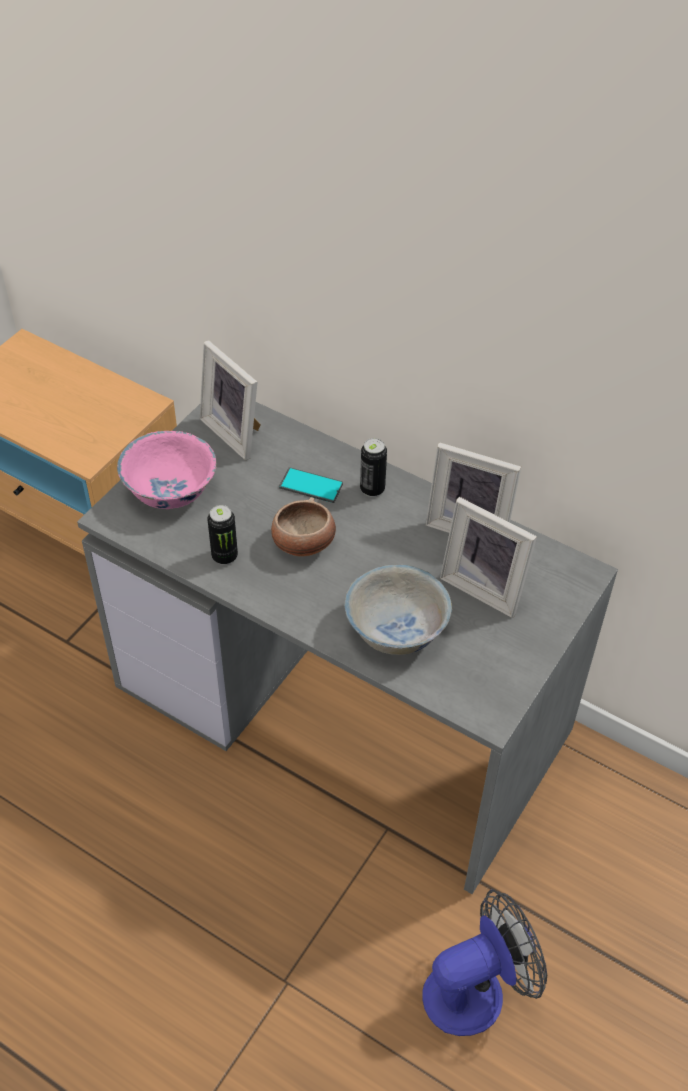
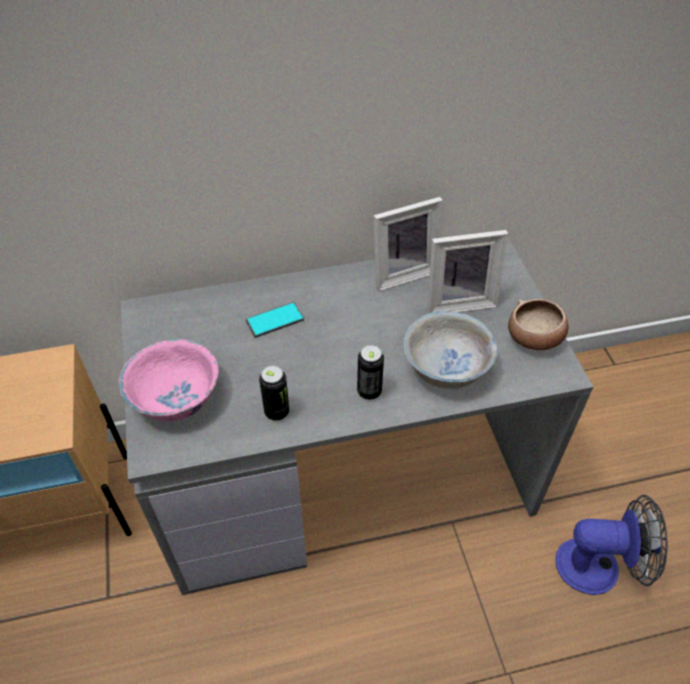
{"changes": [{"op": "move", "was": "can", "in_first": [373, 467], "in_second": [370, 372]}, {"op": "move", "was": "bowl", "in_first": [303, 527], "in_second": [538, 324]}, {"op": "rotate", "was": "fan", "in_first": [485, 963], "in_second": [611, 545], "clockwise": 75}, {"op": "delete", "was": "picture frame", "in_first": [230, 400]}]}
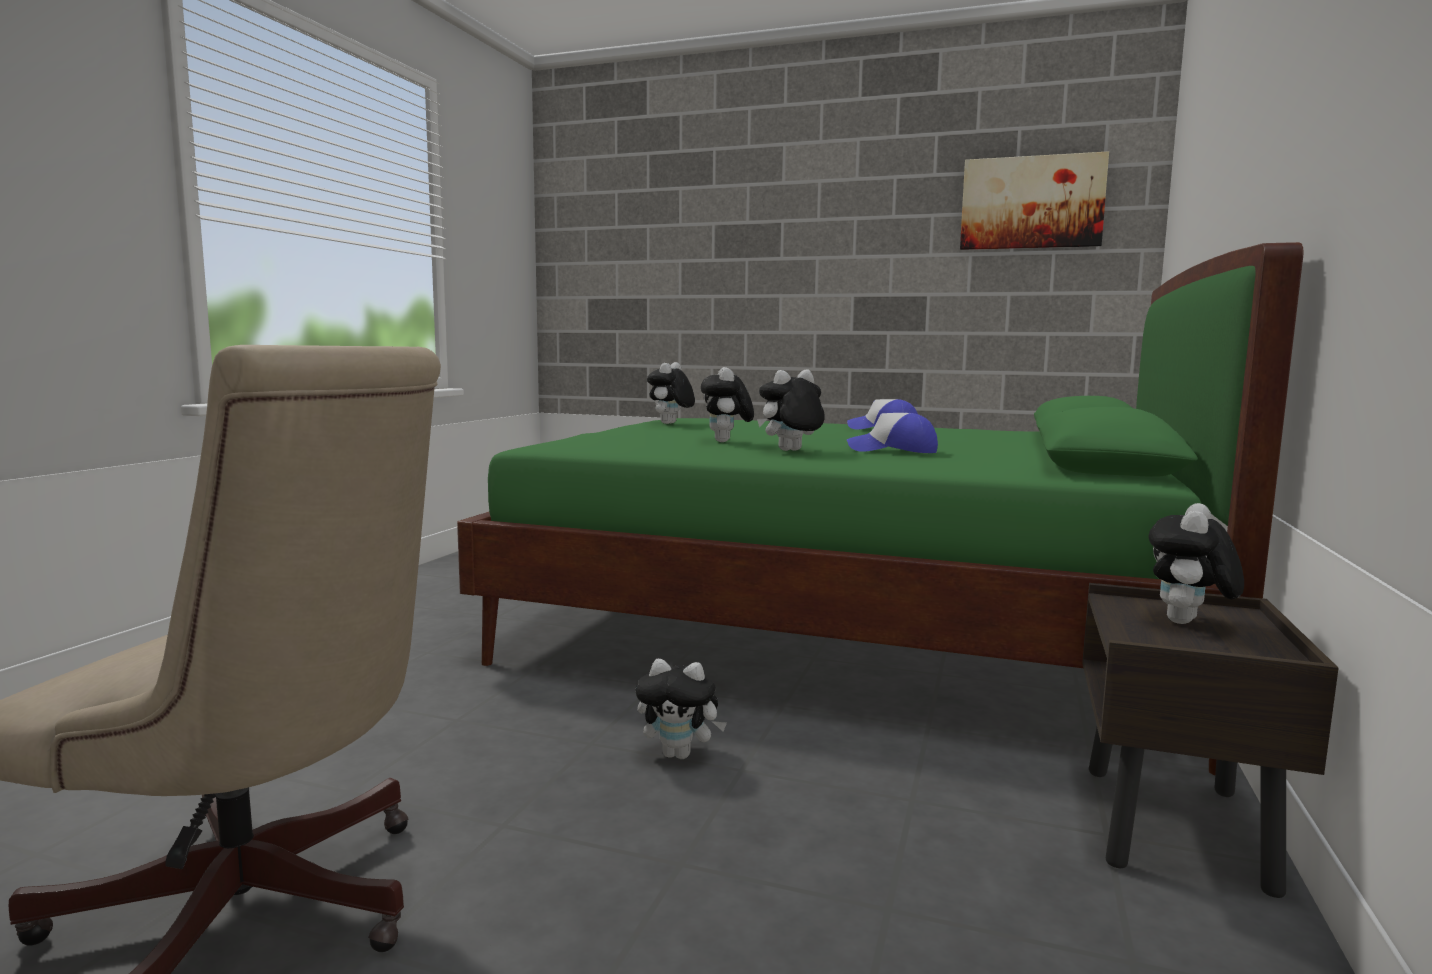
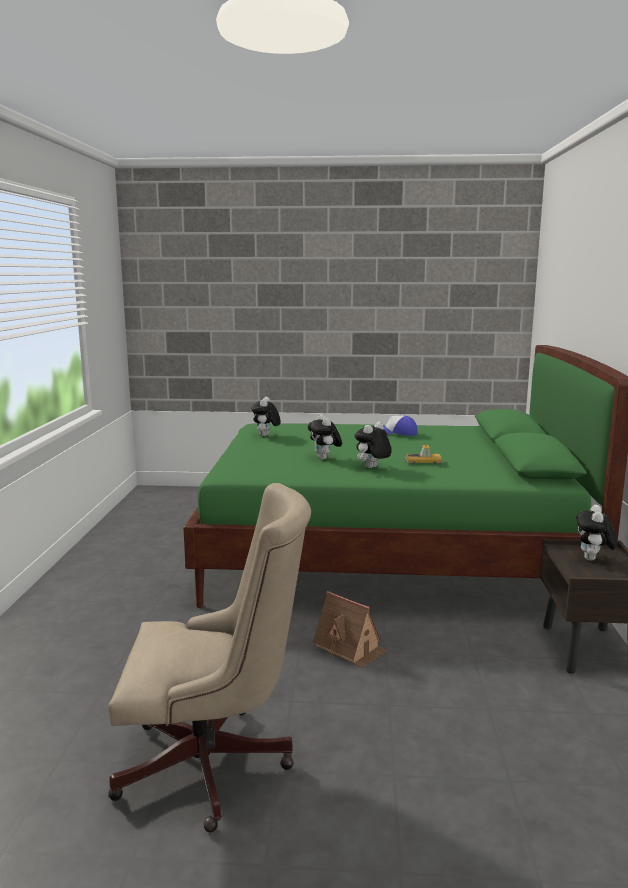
{"changes": [{"op": "replace", "was": "plush toy", "now": "toy house", "in_first": [681, 709], "in_second": [350, 629]}, {"op": "replace", "was": "cap", "now": "toy car", "in_first": [892, 433], "in_second": [424, 454]}, {"op": "delete", "was": "picture", "in_first": [1034, 200]}]}
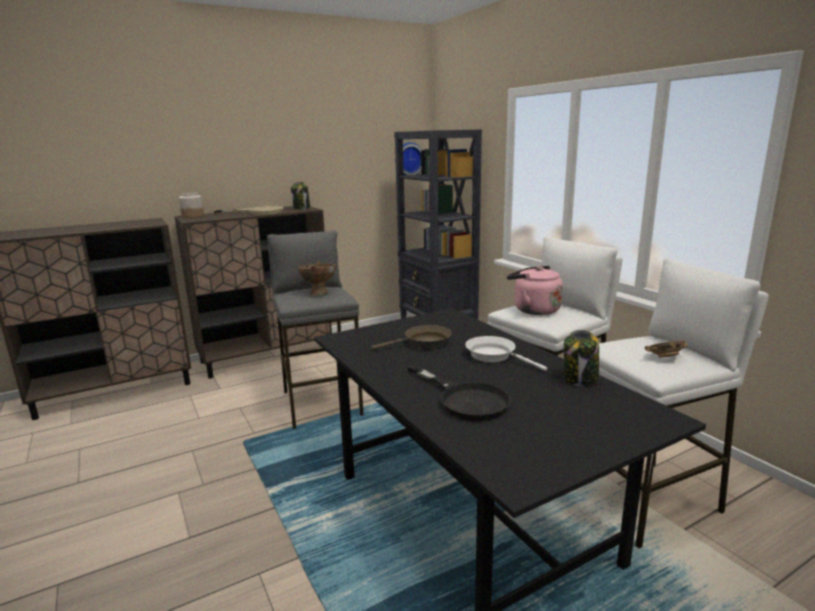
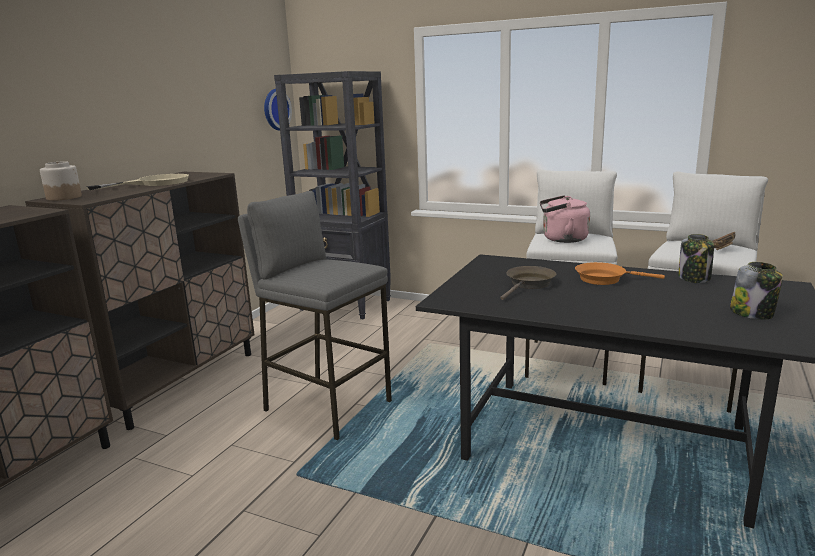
{"changes": [{"op": "recolor", "was": "white frying pan", "now": "orange frying pan", "in_first": [506, 353], "in_second": [620, 273]}, {"op": "move", "was": "jar", "in_first": [300, 195], "in_second": [756, 291]}, {"op": "delete", "was": "brown bowl", "in_first": [317, 278]}, {"op": "delete", "was": "black frying pan", "in_first": [459, 393]}]}
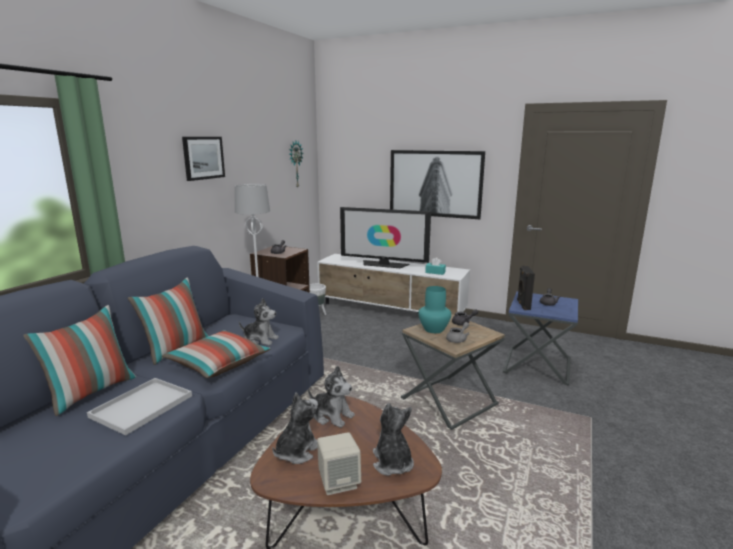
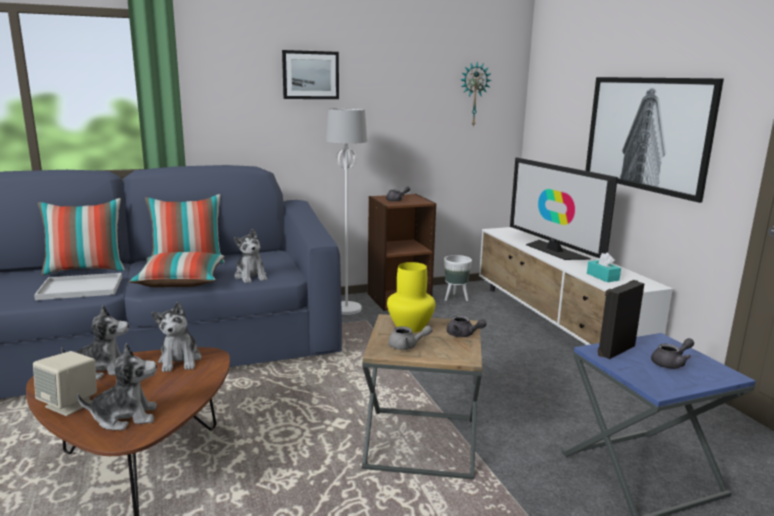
{"changes": [{"op": "rotate", "was": "plush toy", "in_first": [393, 439], "in_second": [117, 387], "clockwise": 45}, {"op": "recolor", "was": "turquoise vase", "now": "yellow vase", "in_first": [434, 309], "in_second": [411, 297]}]}
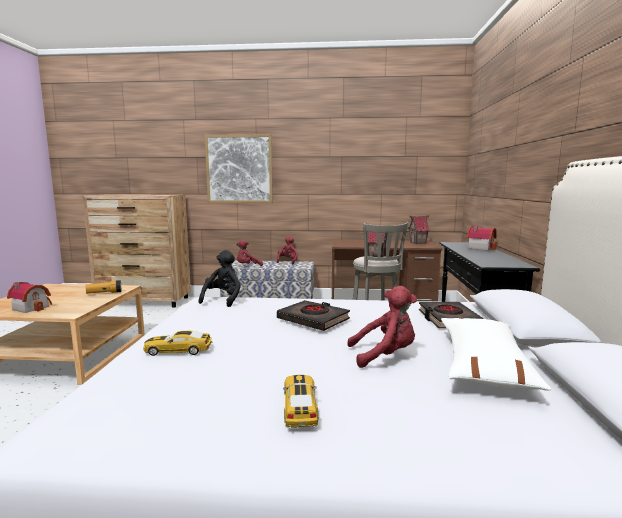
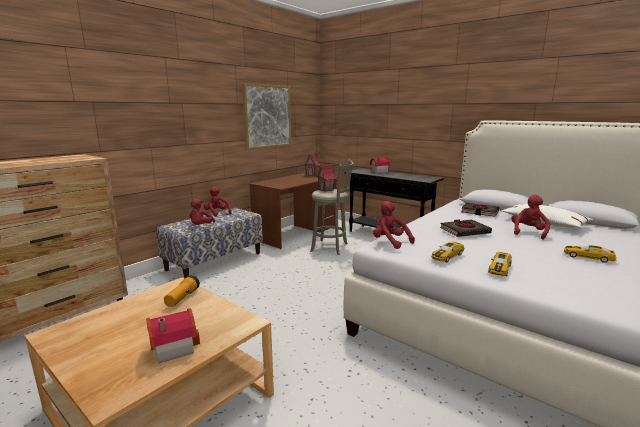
{"changes": [{"op": "move", "was": "picture", "in_first": [239, 168], "in_second": [266, 116]}, {"op": "recolor", "was": "black plush toy", "now": "red plush toy", "in_first": [220, 278], "in_second": [394, 225]}, {"op": "insert", "now": "toy car", "in_second": [447, 251]}]}
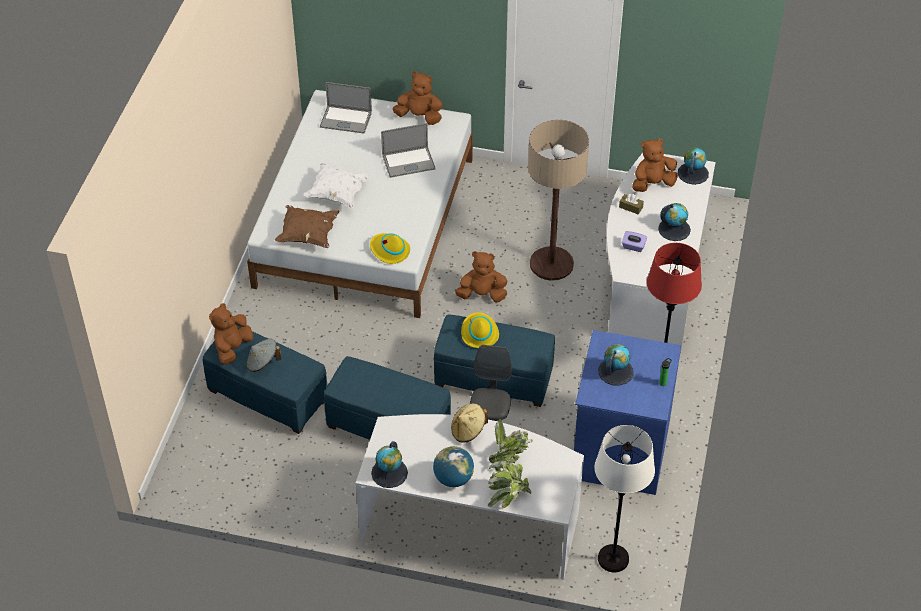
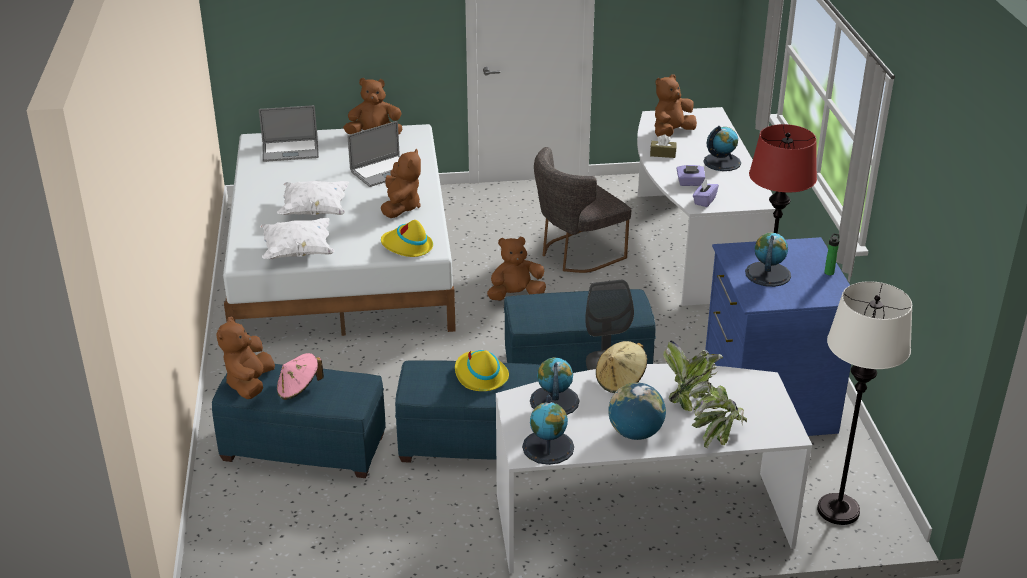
{"changes": [{"op": "recolor", "was": "brown pillow", "now": "white pillow", "in_first": [307, 226], "in_second": [297, 238]}, {"op": "recolor", "was": "grey hat", "now": "pink hat", "in_first": [264, 355], "in_second": [300, 376]}, {"op": "insert", "now": "brown plush toy", "in_second": [401, 183]}, {"op": "move", "was": "yellow hat", "in_first": [480, 330], "in_second": [482, 370]}, {"op": "move", "was": "globe", "in_first": [693, 166], "in_second": [555, 386]}, {"op": "replace", "was": "floor lamp", "now": "grey chair", "in_first": [558, 200], "in_second": [582, 210]}, {"op": "insert", "now": "purple tissue box", "in_second": [706, 193]}]}
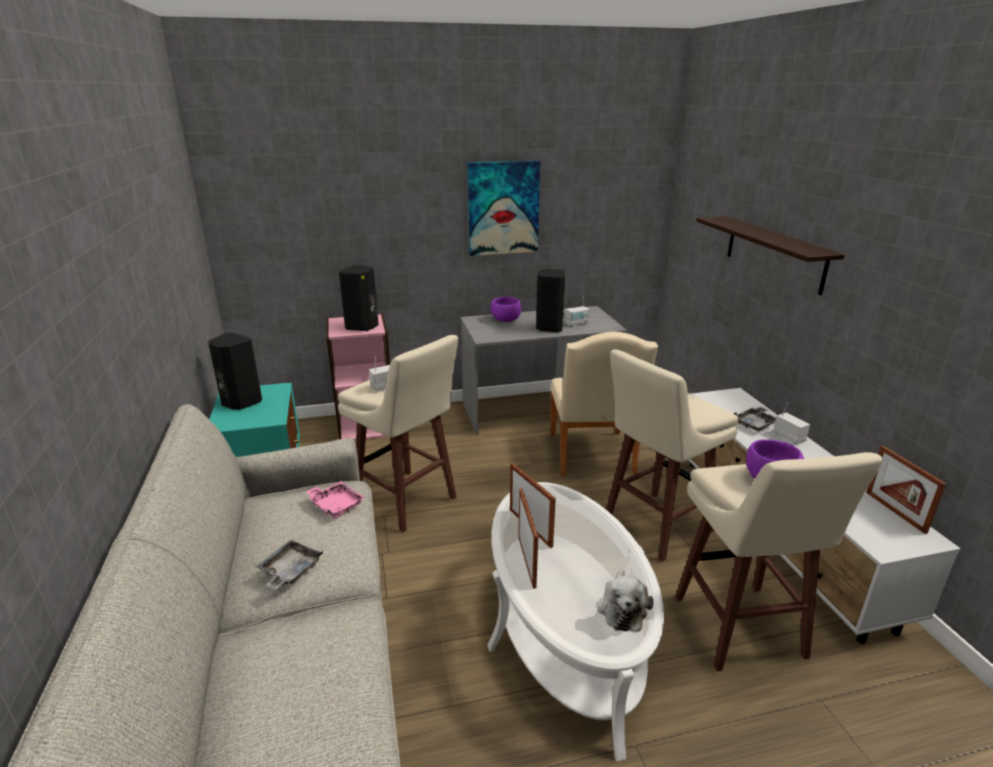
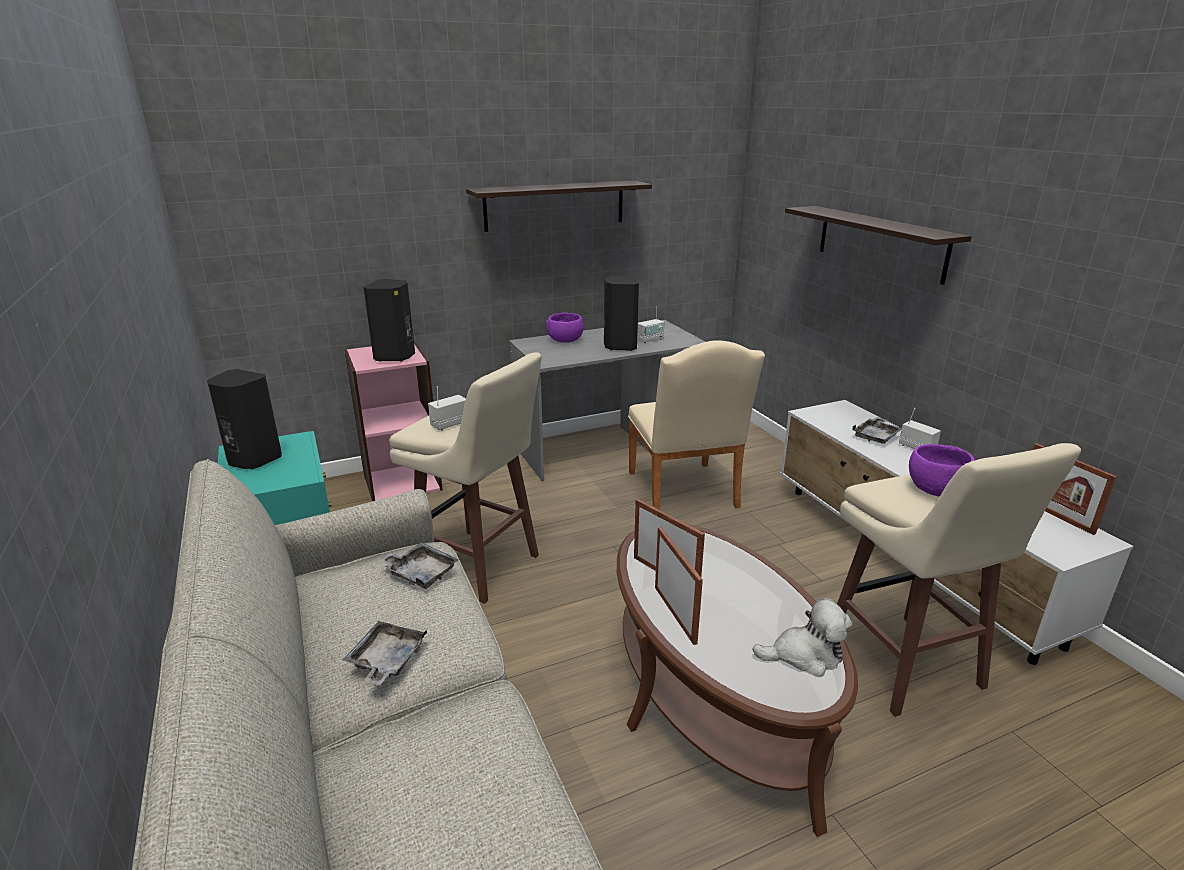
{"changes": [{"op": "recolor", "was": "pink tray", "now": "grey tray", "in_first": [335, 499], "in_second": [419, 565]}, {"op": "replace", "was": "picture", "now": "shelf", "in_first": [504, 208], "in_second": [559, 206]}, {"op": "recolor", "was": "white coffee table", "now": "brown coffee table", "in_first": [575, 621], "in_second": [737, 680]}, {"op": "rotate", "was": "plush toy", "in_first": [625, 601], "in_second": [802, 637], "clockwise": -90}, {"op": "delete", "was": "beige stool", "in_first": [672, 455]}]}
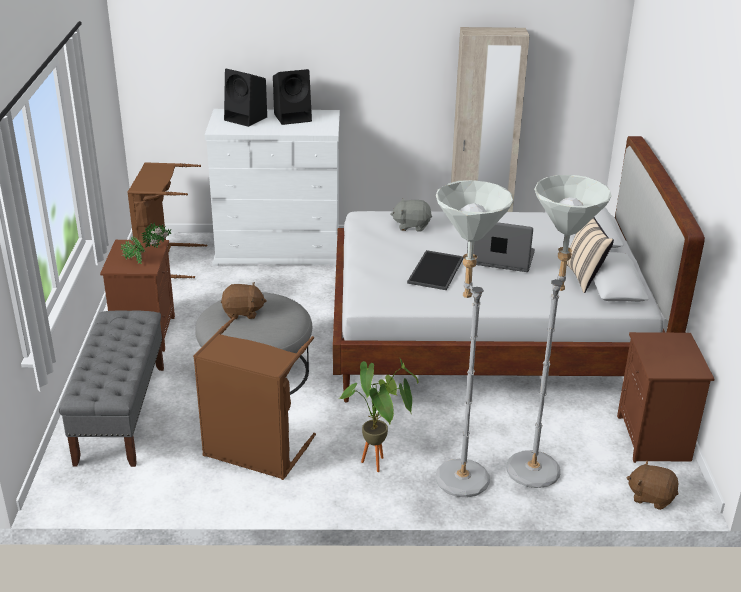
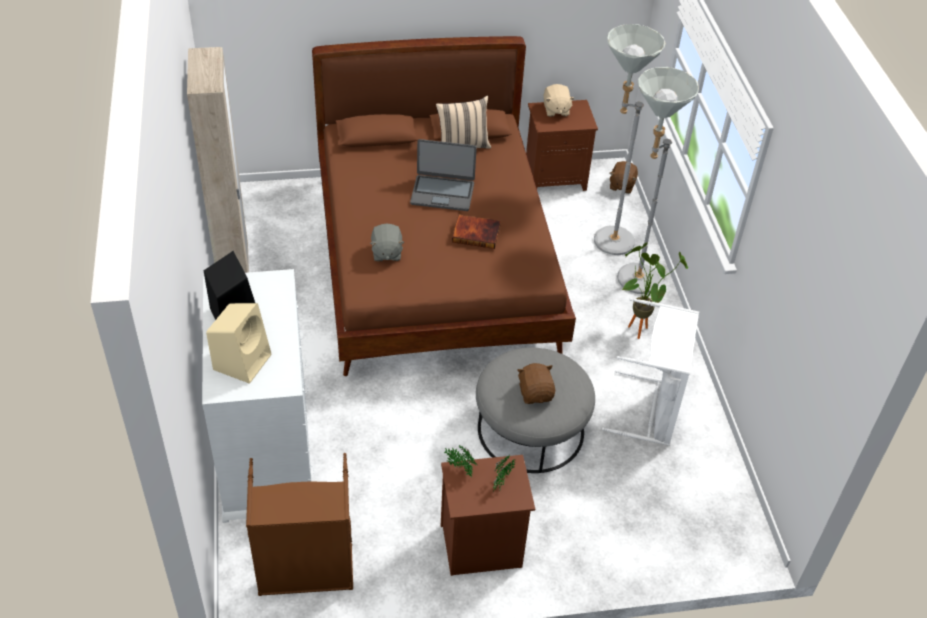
{"changes": [{"op": "recolor", "was": "black speaker", "now": "beige speaker", "in_first": [245, 98], "in_second": [238, 343]}, {"op": "recolor", "was": "white bed", "now": "brown bed", "in_first": [519, 269], "in_second": [444, 206]}, {"op": "rotate", "was": "laptop", "in_first": [501, 247], "in_second": [443, 175], "clockwise": -90}, {"op": "replace", "was": "tray", "now": "book", "in_first": [435, 270], "in_second": [476, 232]}, {"op": "insert", "now": "beige plush toy", "in_second": [559, 100]}, {"op": "recolor", "was": "brown laundry basket", "now": "white laundry basket", "in_first": [254, 398], "in_second": [650, 372]}, {"op": "delete", "was": "grey bench", "in_first": [111, 388]}]}
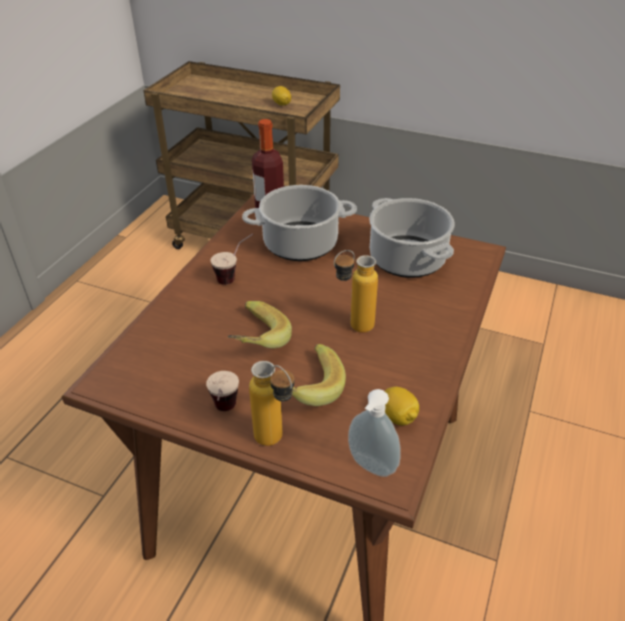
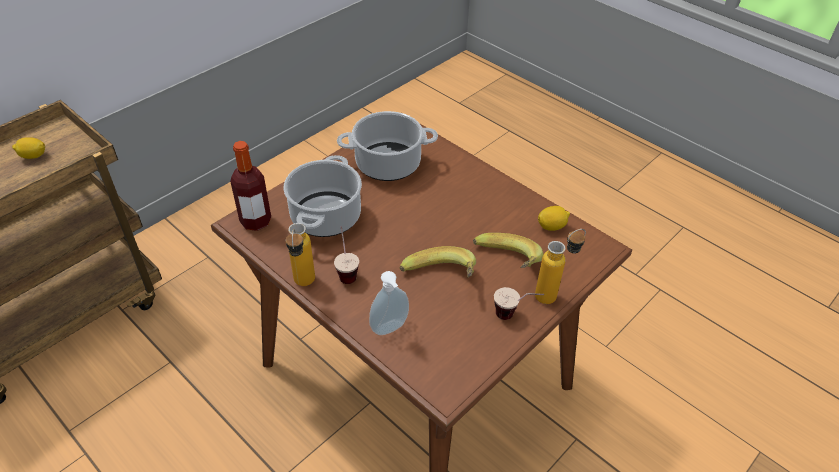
{"changes": [{"op": "move", "was": "bottle", "in_first": [356, 291], "in_second": [300, 254]}, {"op": "move", "was": "soap dispenser", "in_first": [374, 433], "in_second": [389, 303]}]}
